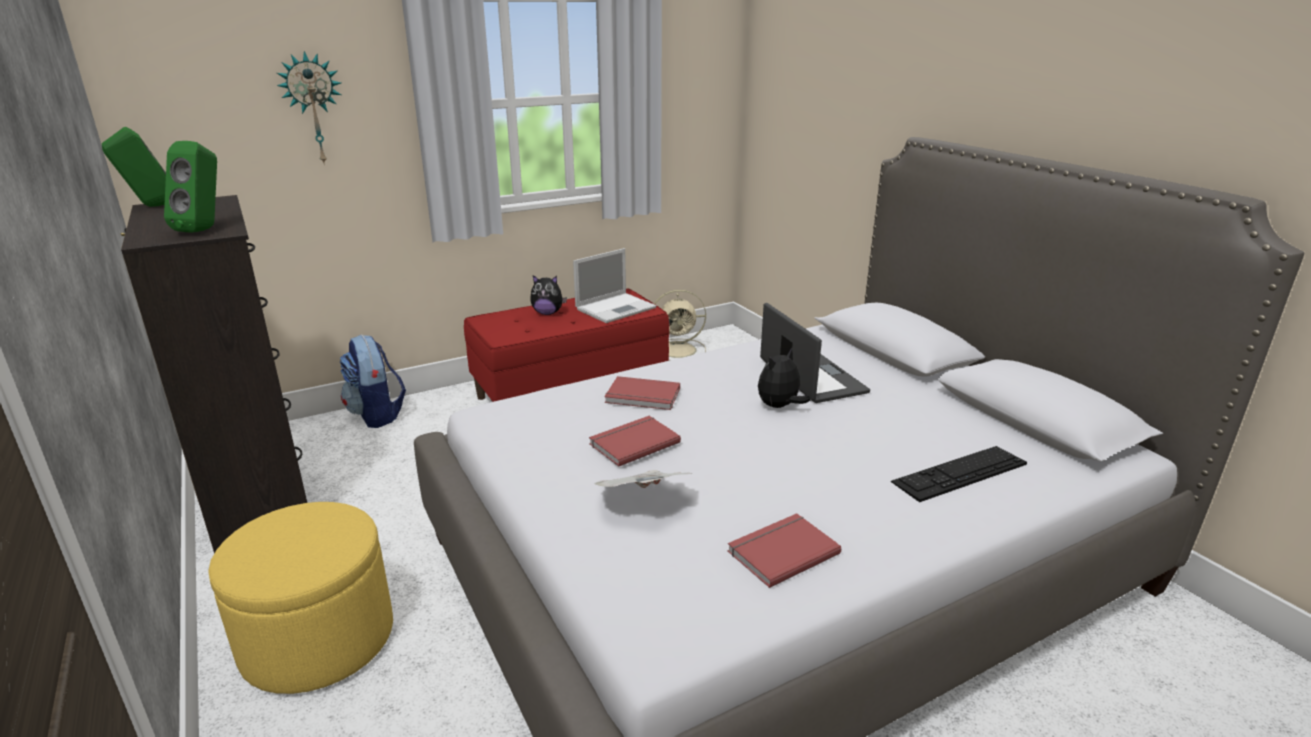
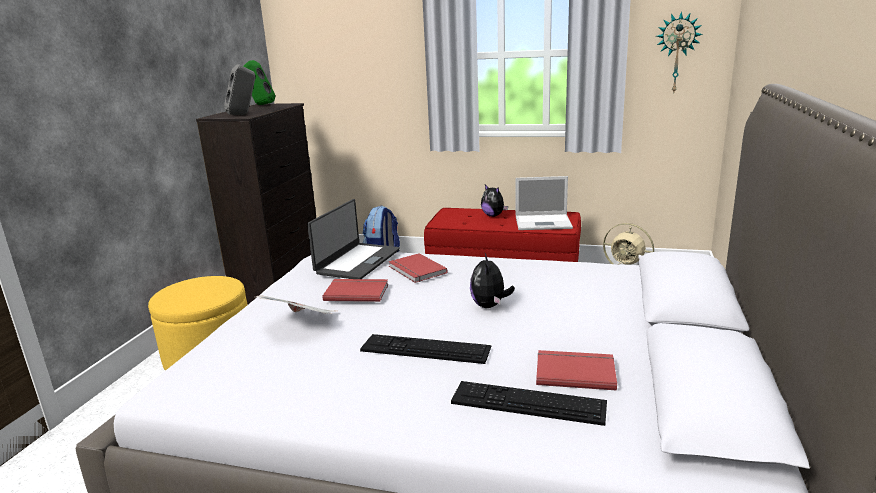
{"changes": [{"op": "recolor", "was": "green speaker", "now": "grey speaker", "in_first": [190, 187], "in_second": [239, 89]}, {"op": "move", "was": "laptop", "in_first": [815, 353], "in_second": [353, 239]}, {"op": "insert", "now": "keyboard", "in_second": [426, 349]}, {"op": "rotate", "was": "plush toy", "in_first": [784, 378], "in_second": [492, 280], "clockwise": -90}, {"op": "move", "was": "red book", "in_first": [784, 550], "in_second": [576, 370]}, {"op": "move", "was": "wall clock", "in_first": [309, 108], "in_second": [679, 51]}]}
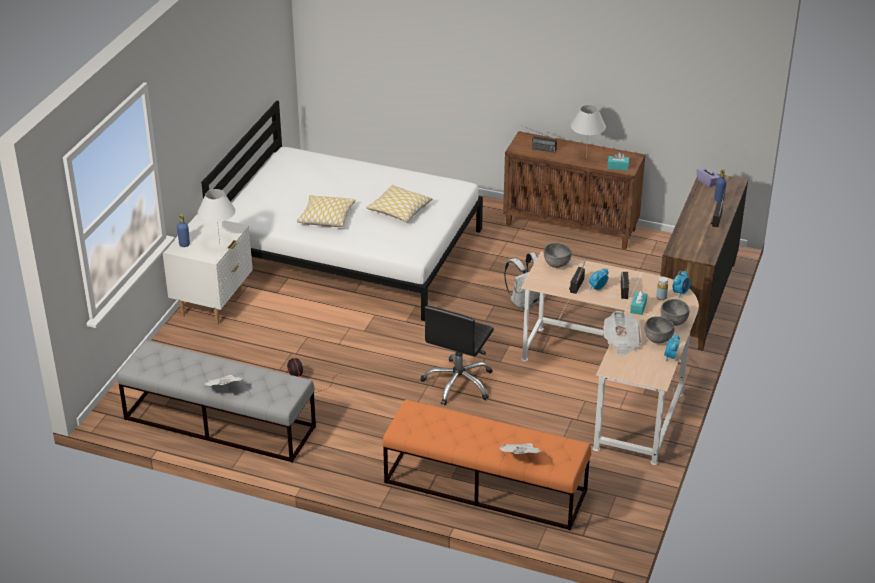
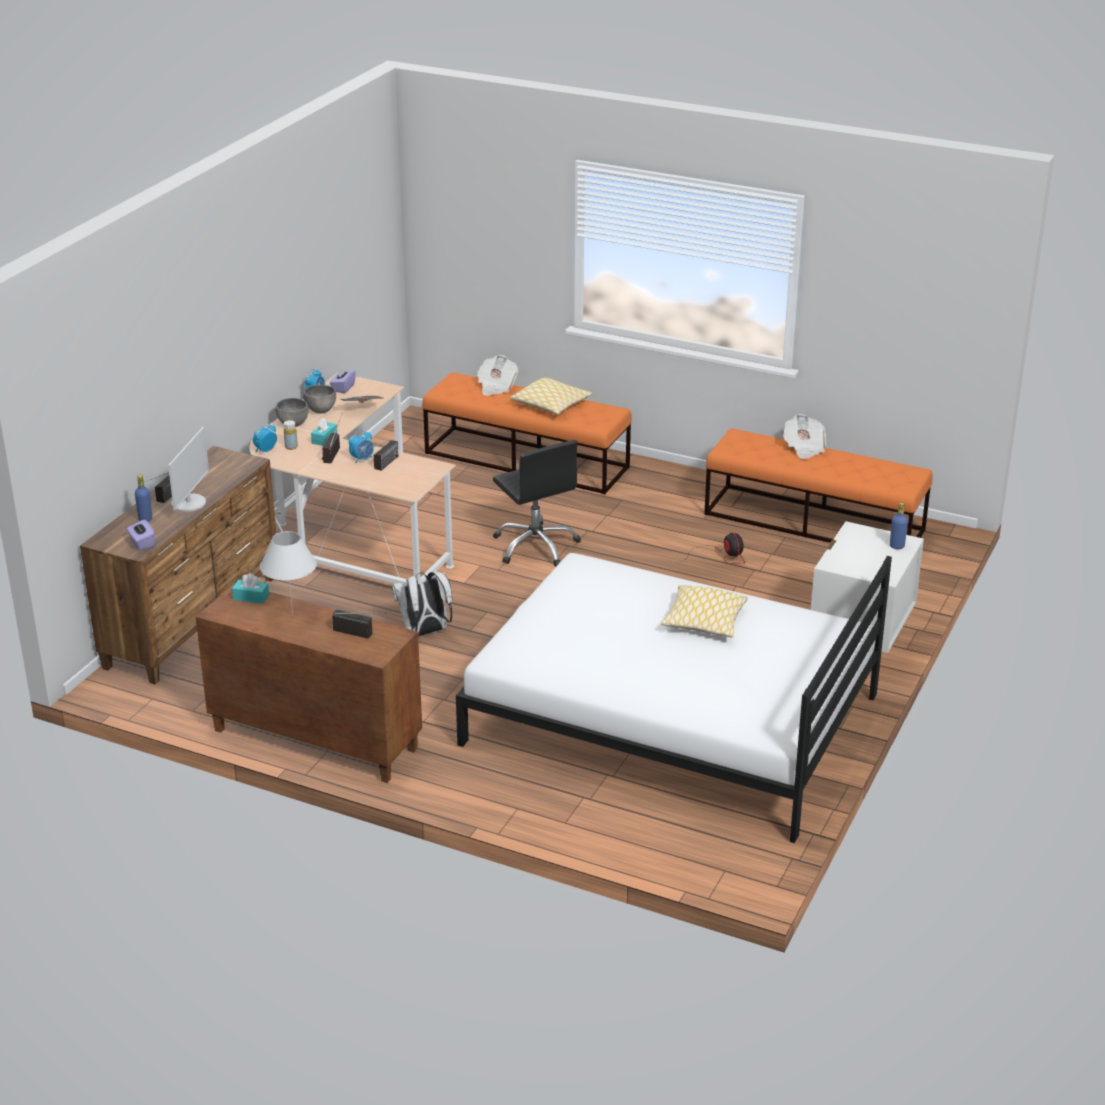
{"changes": [{"op": "insert", "now": "monitor", "in_second": [188, 469]}, {"op": "insert", "now": "purple tissue box", "in_second": [343, 379]}, {"op": "rotate", "was": "black office chair", "in_first": [457, 355], "in_second": [537, 503], "clockwise": 120}, {"op": "move", "was": "pillow", "in_first": [399, 203], "in_second": [551, 396]}, {"op": "recolor", "was": "grey bench", "now": "orange bench", "in_first": [216, 401], "in_second": [818, 485]}, {"op": "delete", "was": "white table lamp", "in_first": [217, 216]}, {"op": "delete", "was": "grey bowl", "in_first": [557, 255]}]}
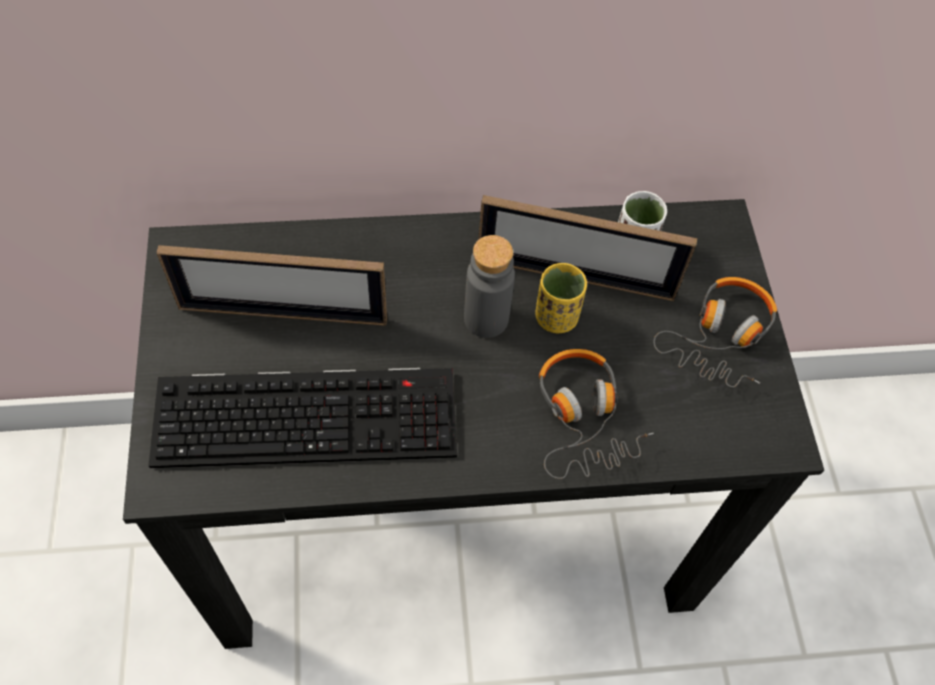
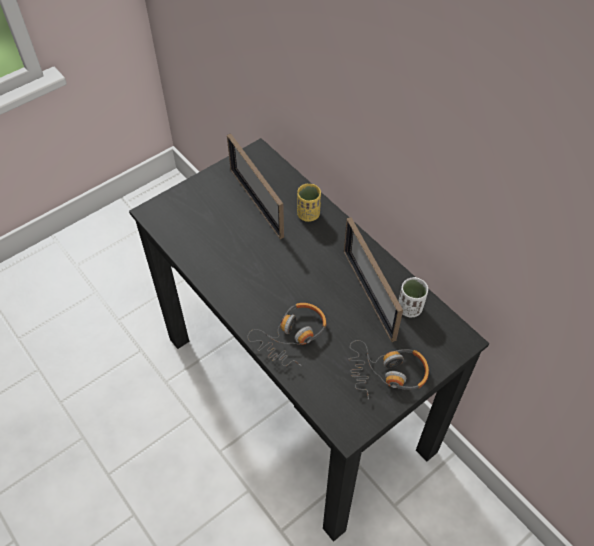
{"changes": [{"op": "move", "was": "yellow cup", "in_first": [561, 298], "in_second": [309, 203]}, {"op": "delete", "was": "keyboard", "in_first": [303, 418]}, {"op": "delete", "was": "grey bottle", "in_first": [489, 286]}]}
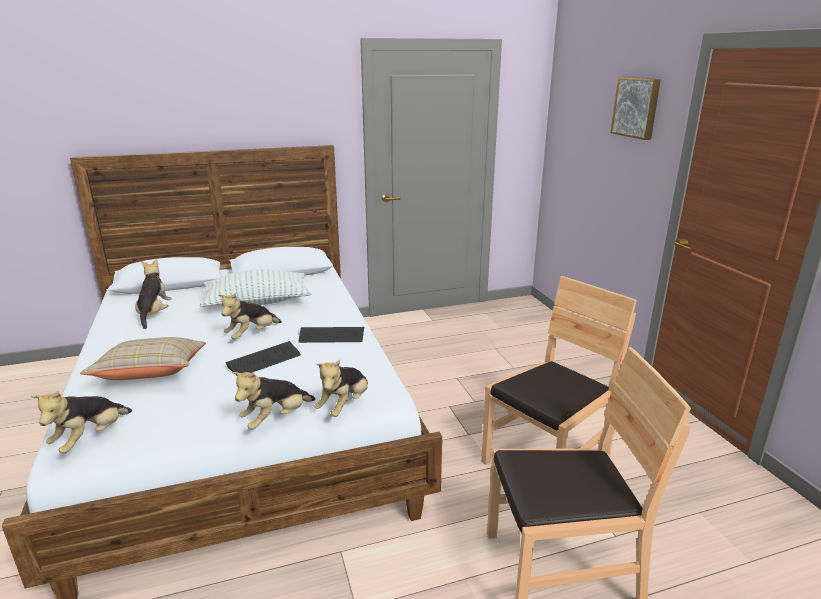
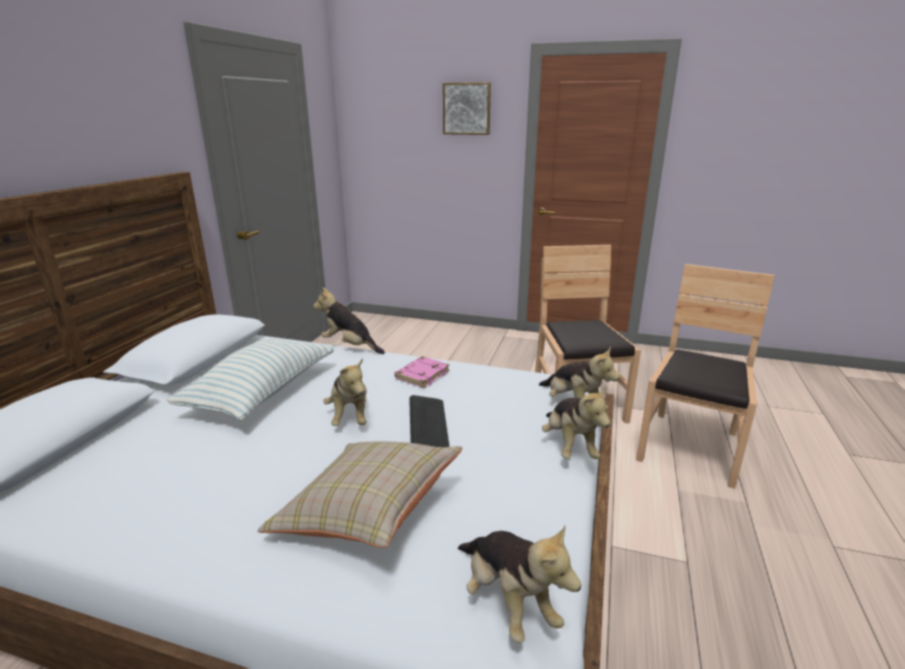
{"changes": [{"op": "move", "was": "plush toy", "in_first": [153, 294], "in_second": [349, 320]}, {"op": "replace", "was": "keyboard", "now": "pink book", "in_first": [331, 335], "in_second": [422, 372]}]}
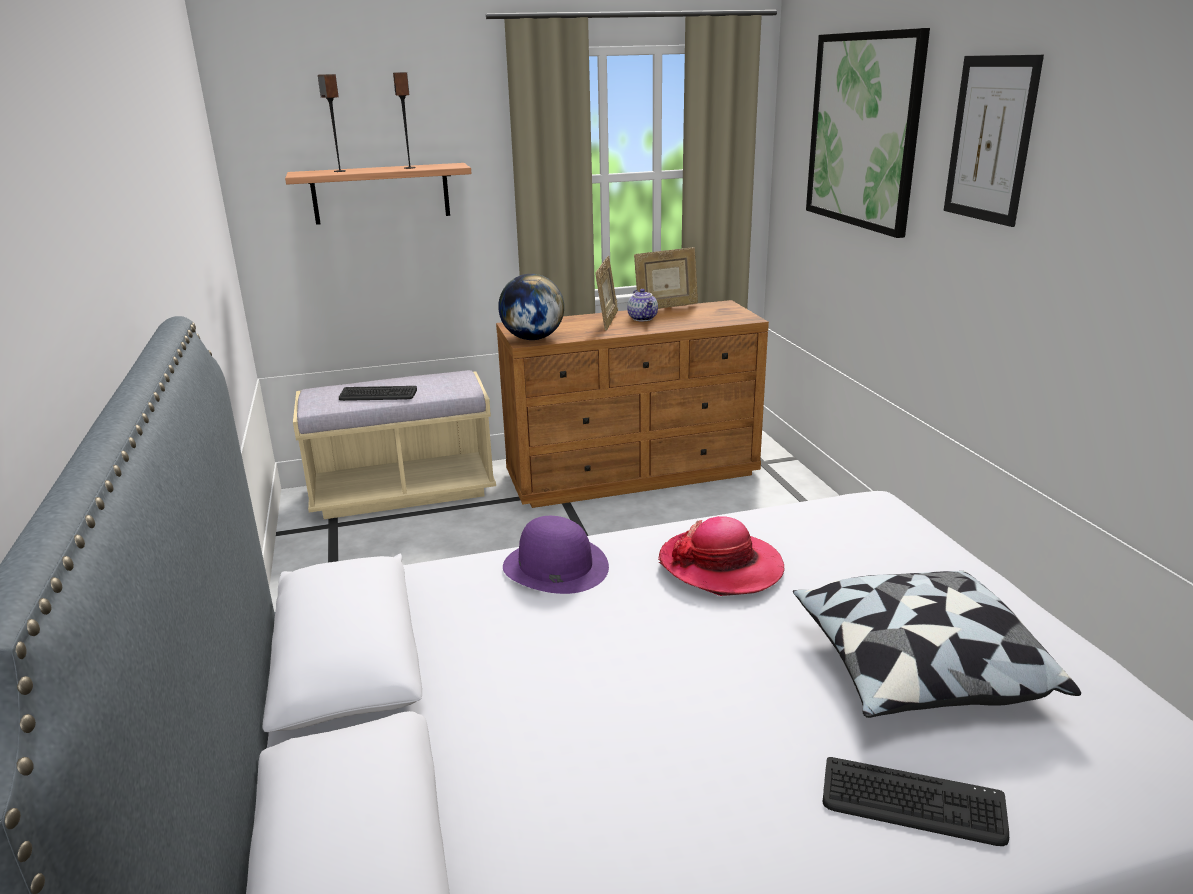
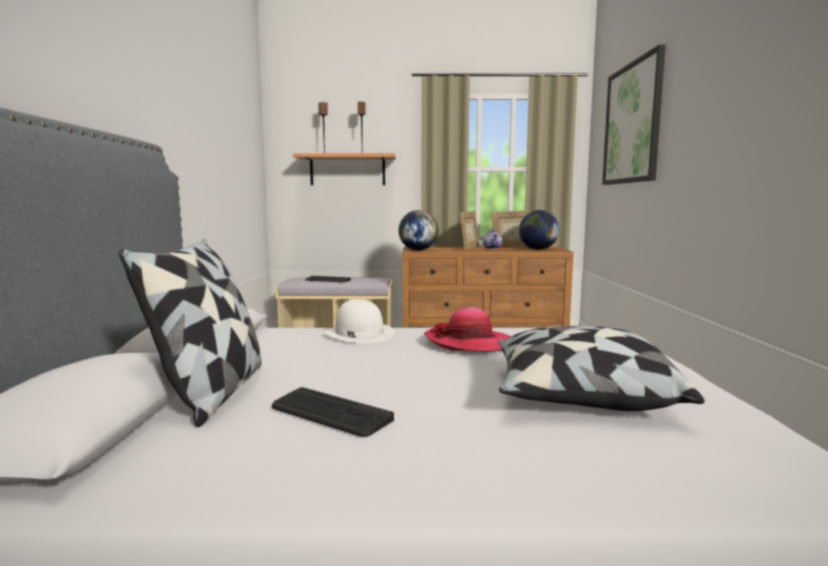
{"changes": [{"op": "insert", "now": "pillow", "in_second": [190, 333]}, {"op": "move", "was": "keyboard", "in_first": [915, 801], "in_second": [333, 412]}, {"op": "recolor", "was": "purple hat", "now": "white hat", "in_first": [556, 555], "in_second": [359, 321]}, {"op": "insert", "now": "globe", "in_second": [539, 230]}, {"op": "delete", "was": "picture", "in_first": [994, 141]}]}
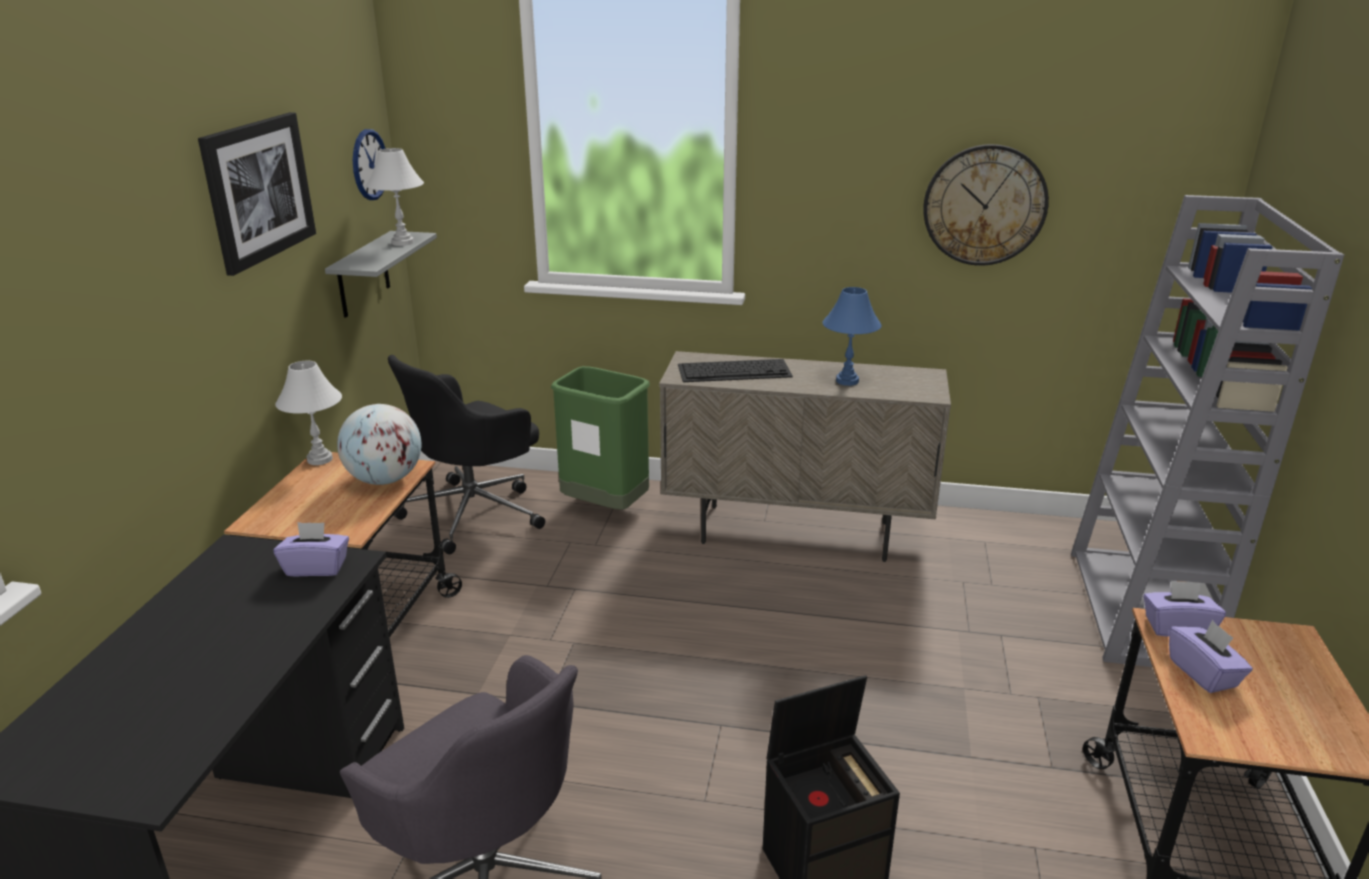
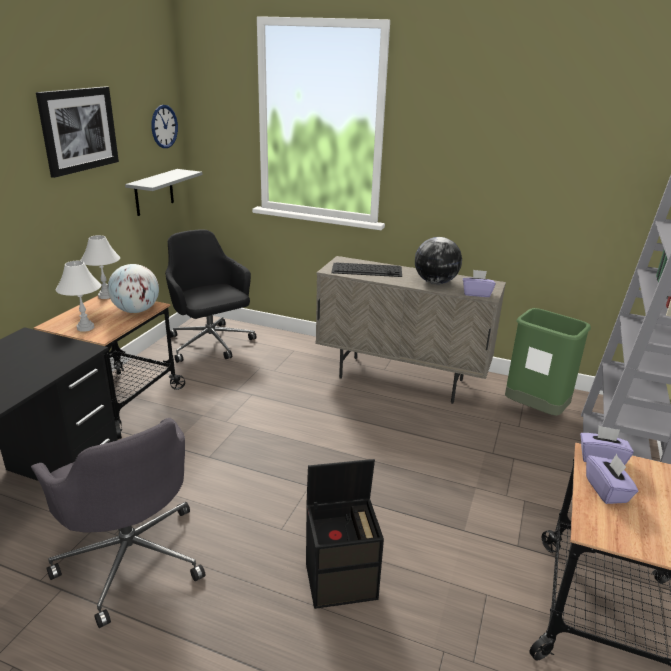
{"changes": [{"op": "move", "was": "white table lamp", "in_first": [395, 197], "in_second": [78, 296]}, {"op": "rotate", "was": "black office chair", "in_first": [466, 454], "in_second": [210, 296], "clockwise": 90}, {"op": "replace", "was": "blue table lamp", "now": "globe", "in_first": [852, 336], "in_second": [438, 260]}, {"op": "move", "was": "purple tissue box", "in_first": [311, 549], "in_second": [479, 283]}, {"op": "move", "was": "green trash can", "in_first": [600, 438], "in_second": [548, 362]}, {"op": "delete", "was": "wall clock", "in_first": [986, 205]}]}
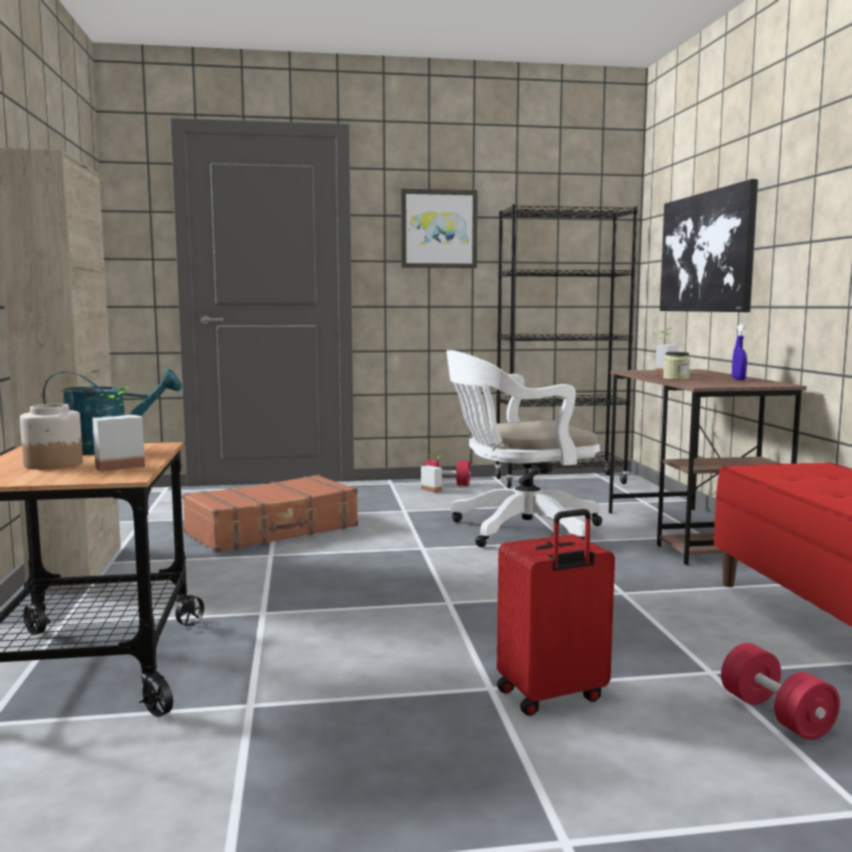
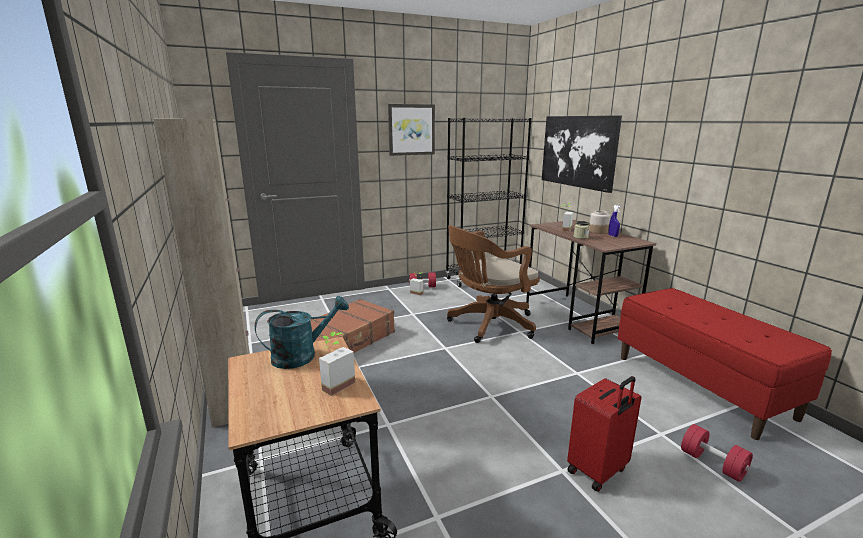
{"changes": [{"op": "recolor", "was": "white office chair", "now": "brown office chair", "in_first": [524, 448], "in_second": [493, 284]}, {"op": "move", "was": "jar", "in_first": [51, 437], "in_second": [600, 222]}]}
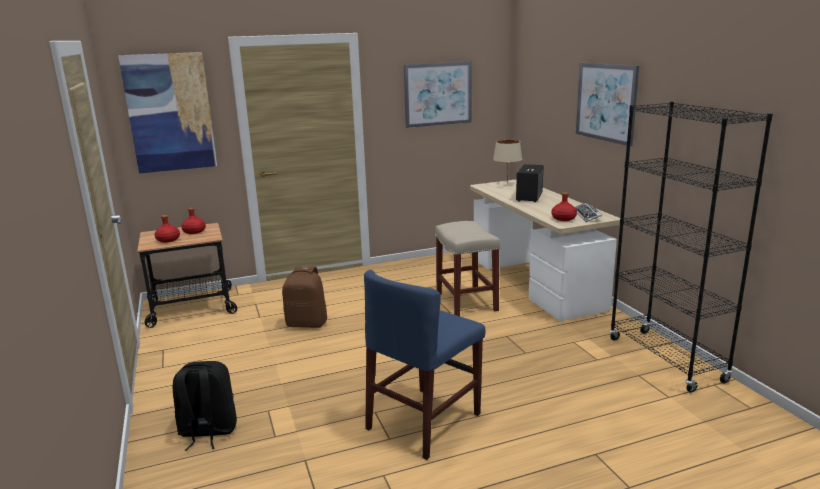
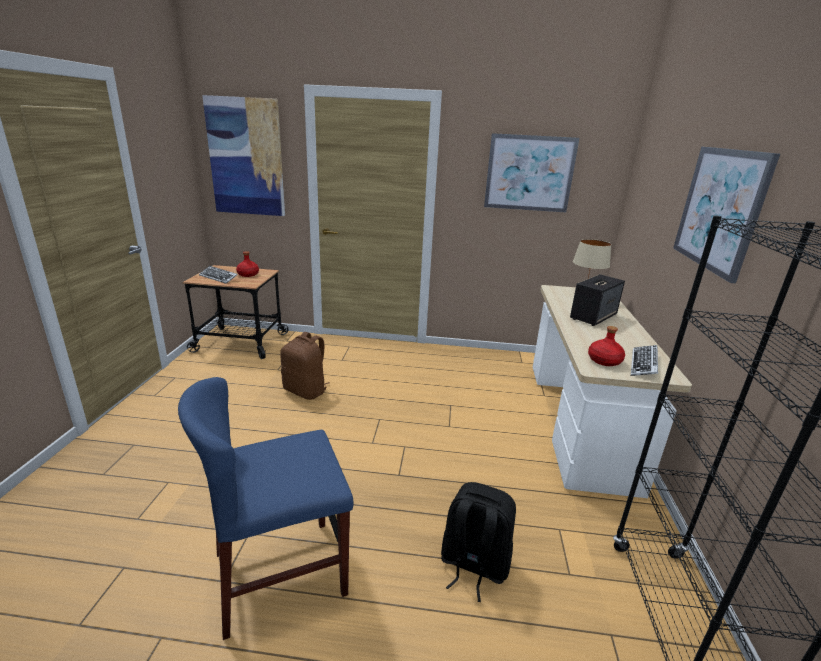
{"changes": [{"op": "replace", "was": "red bottle", "now": "keyboard", "in_first": [167, 229], "in_second": [218, 275]}, {"op": "move", "was": "black backpack", "in_first": [204, 406], "in_second": [478, 542]}, {"op": "delete", "was": "beige stool", "in_first": [467, 268]}]}
